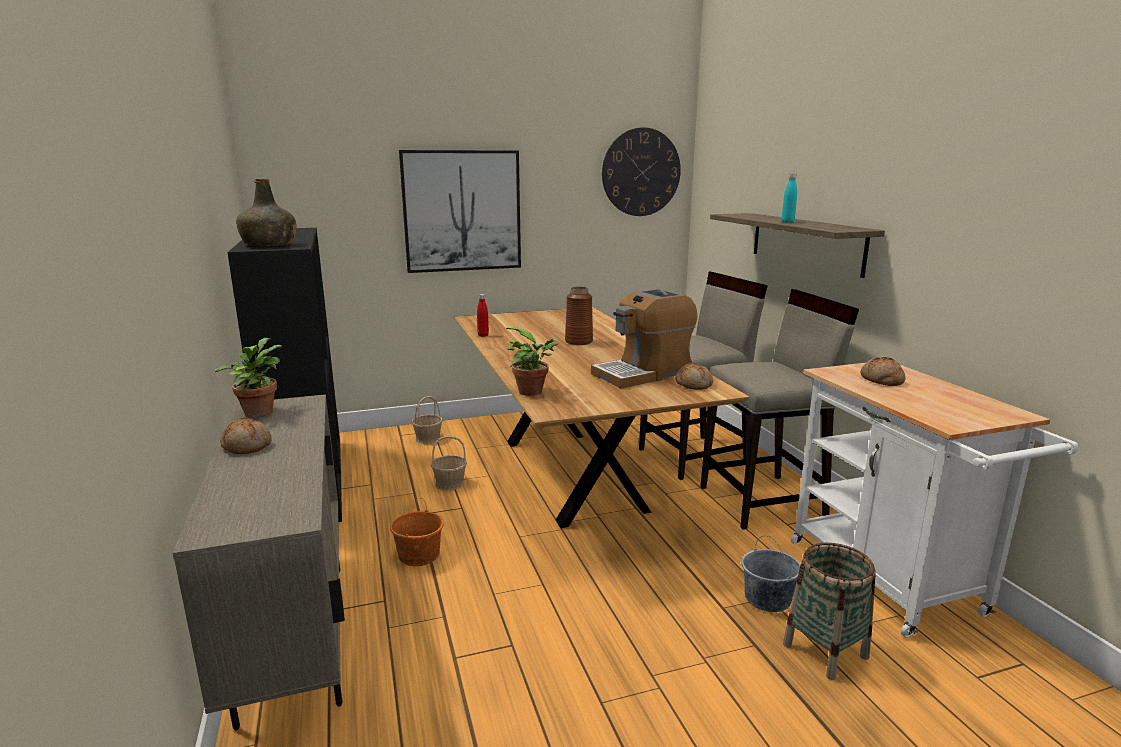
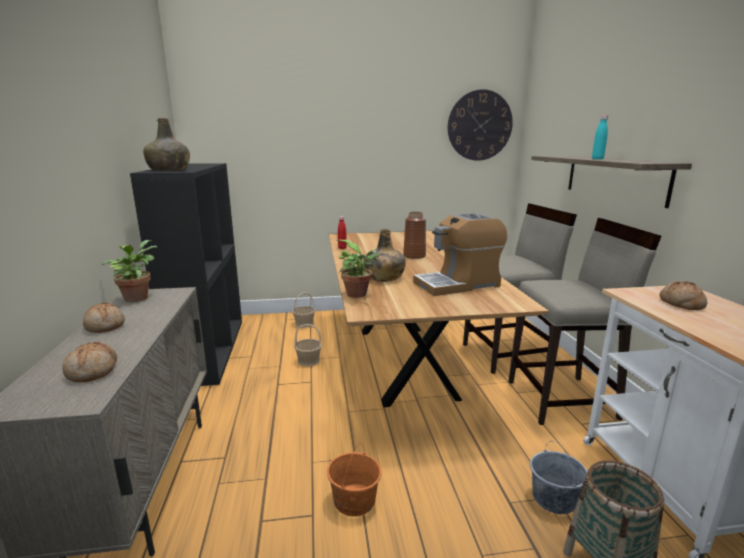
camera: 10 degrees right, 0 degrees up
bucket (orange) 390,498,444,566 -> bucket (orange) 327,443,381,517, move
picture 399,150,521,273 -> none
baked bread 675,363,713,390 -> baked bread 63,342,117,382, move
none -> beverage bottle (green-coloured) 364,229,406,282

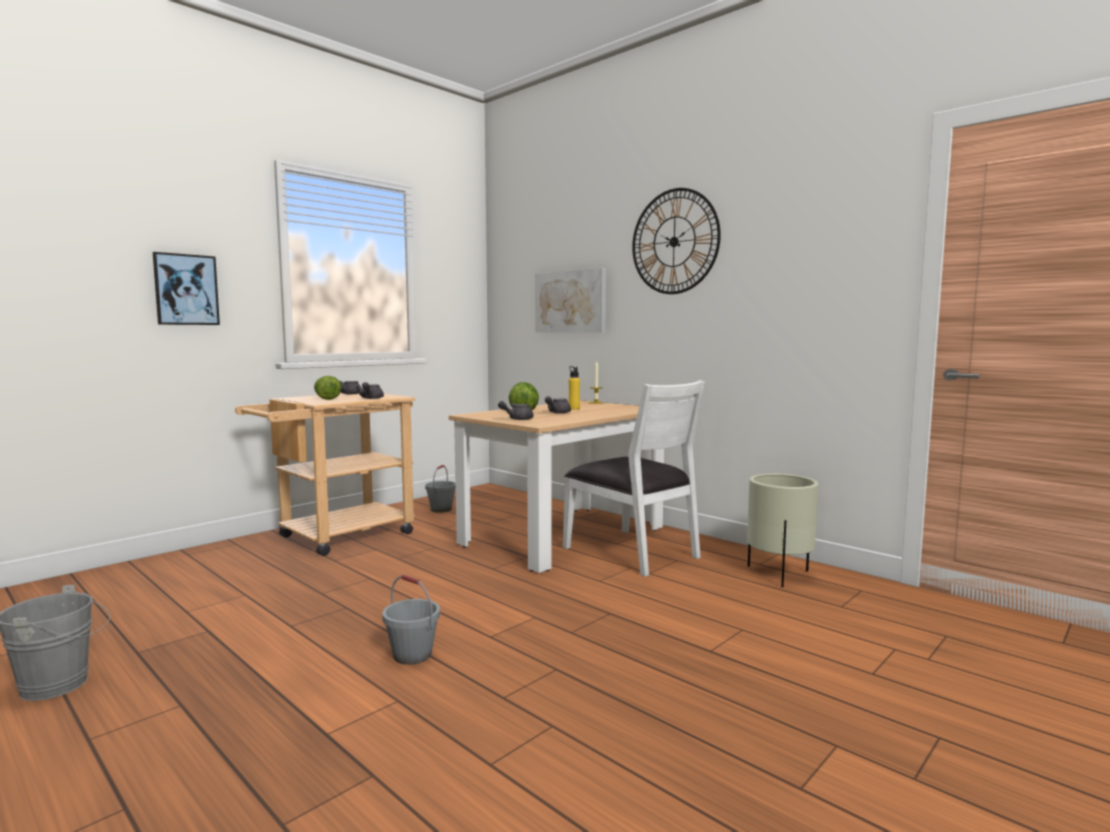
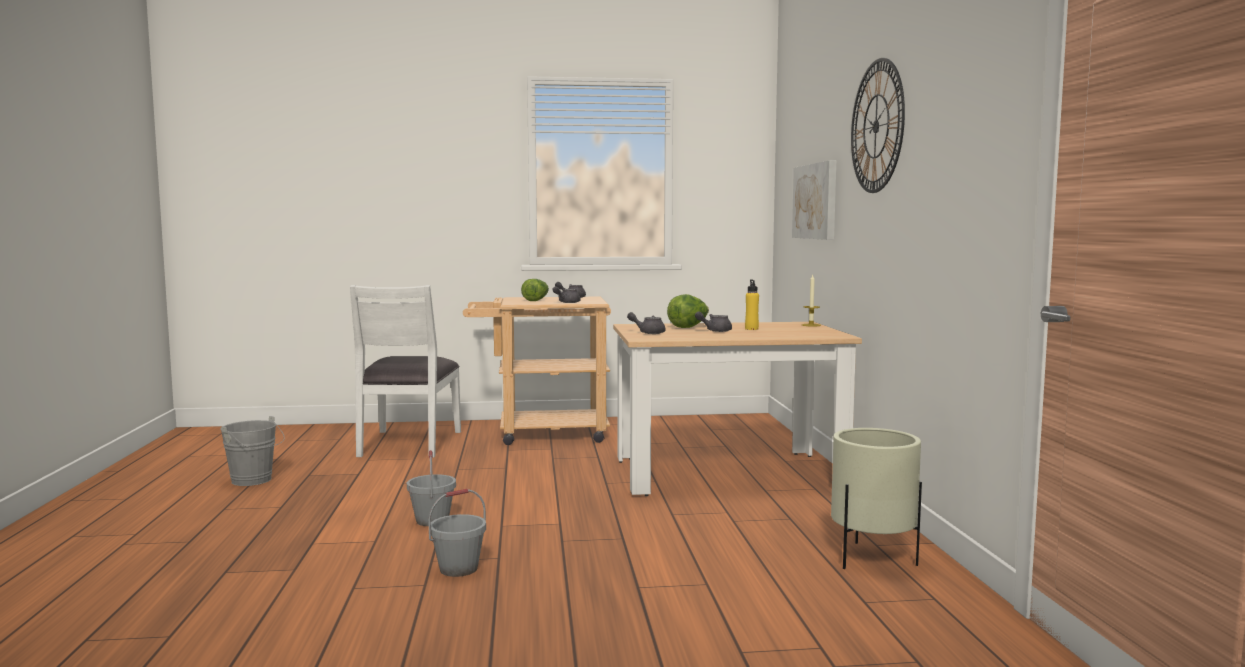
camera: 40 degrees right, 0 degrees up
picture 153,252,220,325 -> none
bucket (grey) 425,465,456,512 -> bucket (grey) 428,489,486,577, move
plain chair (white) 563,380,705,577 -> plain chair (white) 350,285,461,458, move

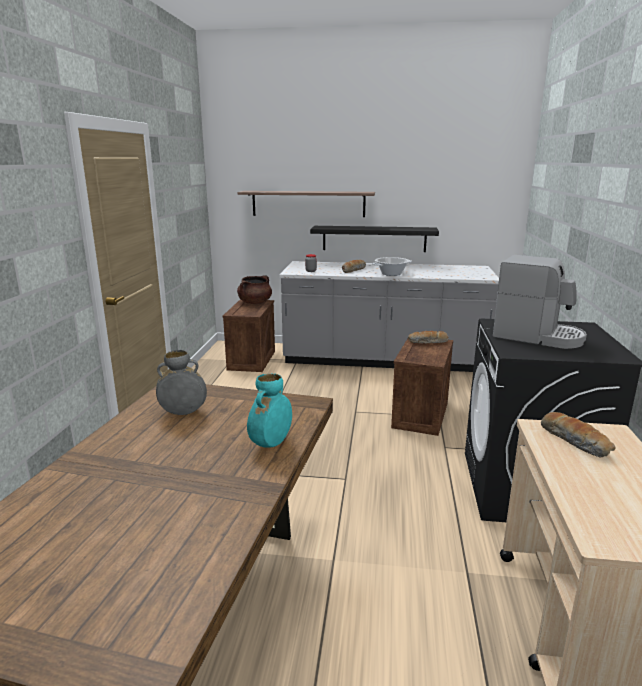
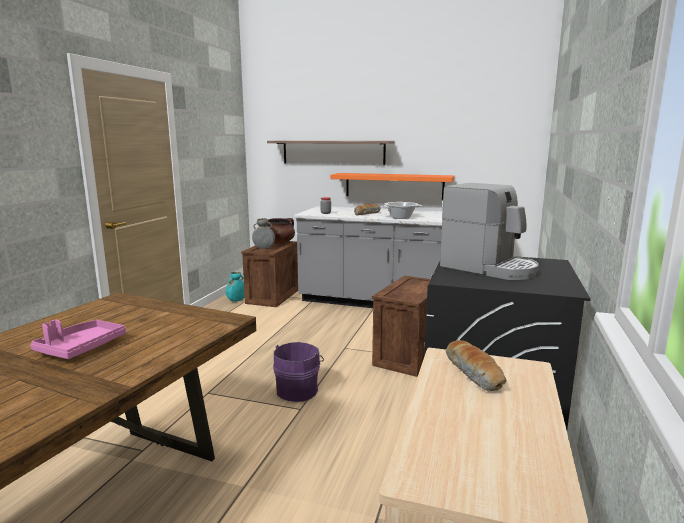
camera: 10 degrees right, 5 degrees down
decorative vase (grey) 156,350,207,415 -> decorative vase (grey) 252,218,275,249, move
decorative vase (turquoise) 247,374,292,448 -> decorative vase (turquoise) 225,272,245,302, move
wall shelf (black) 310,226,439,252 -> wall shelf (orange) 330,173,454,200
baked bread 408,331,449,343 -> none
none -> serving tray (pinkish) 31,320,126,359
none -> bucket (purple) 273,342,324,402

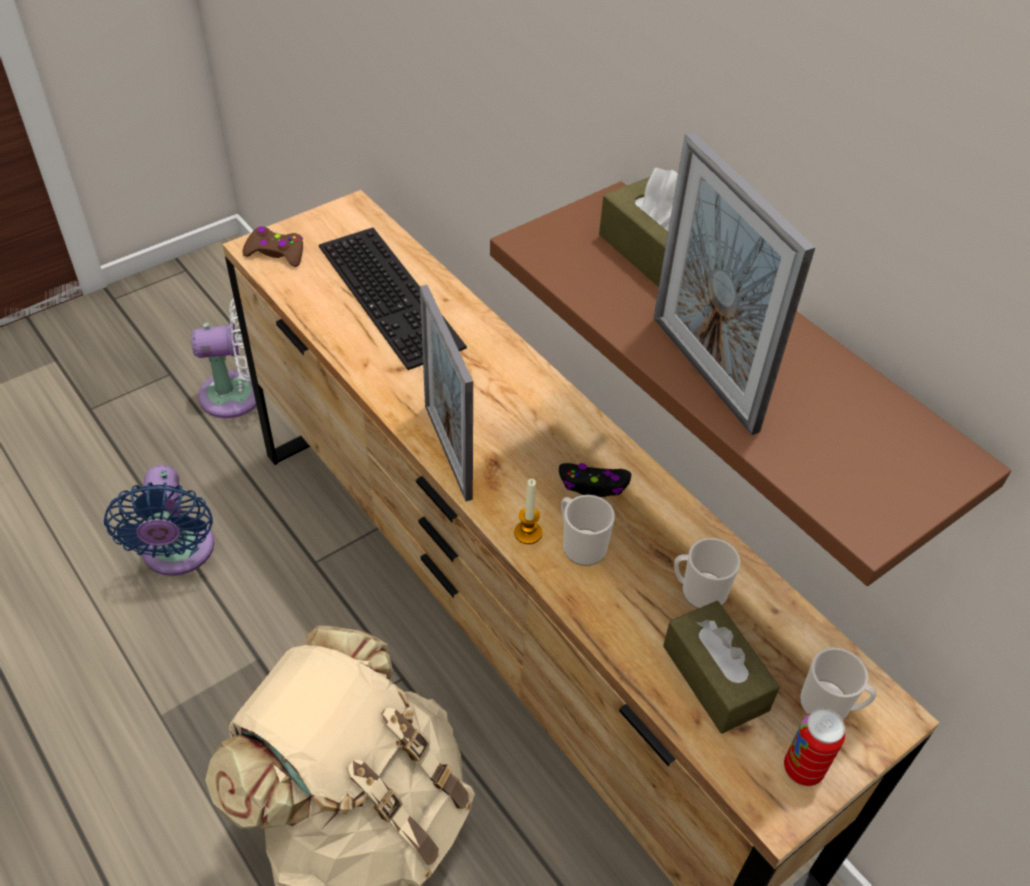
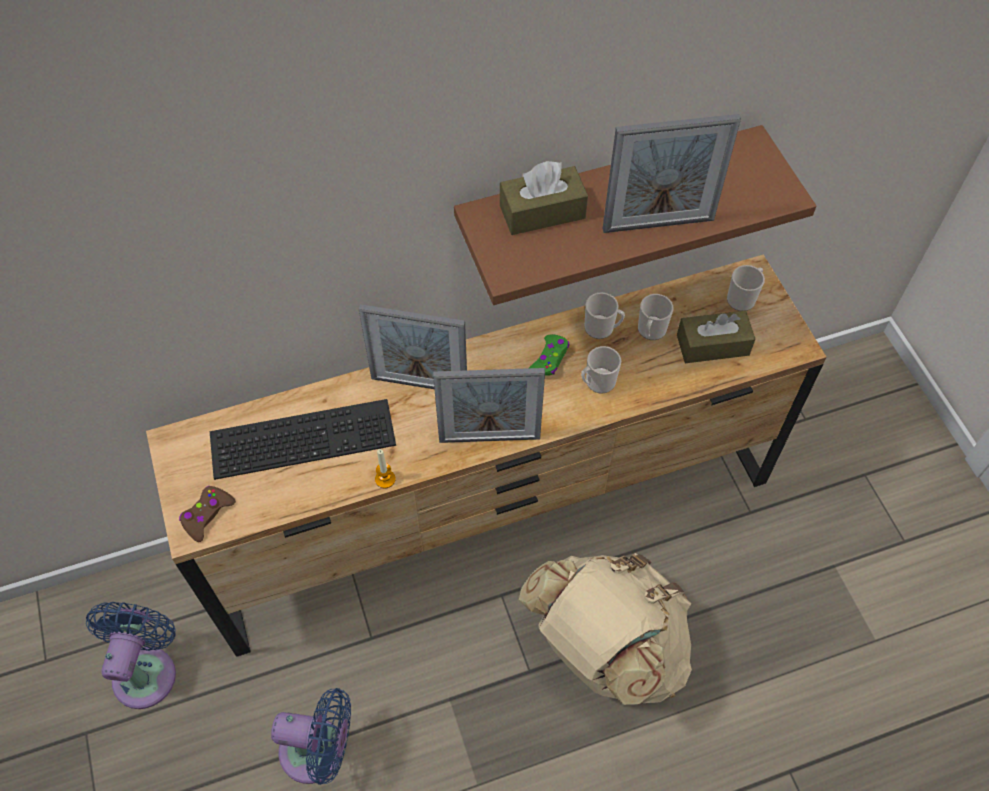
camera: 70 degrees left, 10 degrees up
cooling fan (white) 191,298,257,418 -> cooling fan (blue-coloured) 86,602,176,709
candle 514,479,542,544 -> candle 375,449,396,489, move
joypad (black) 559,463,632,497 -> joypad (green-coloured) 529,334,569,375
can 784,708,845,786 -> none
none -> picture frame 359,304,467,389
none -> mug 584,292,625,339

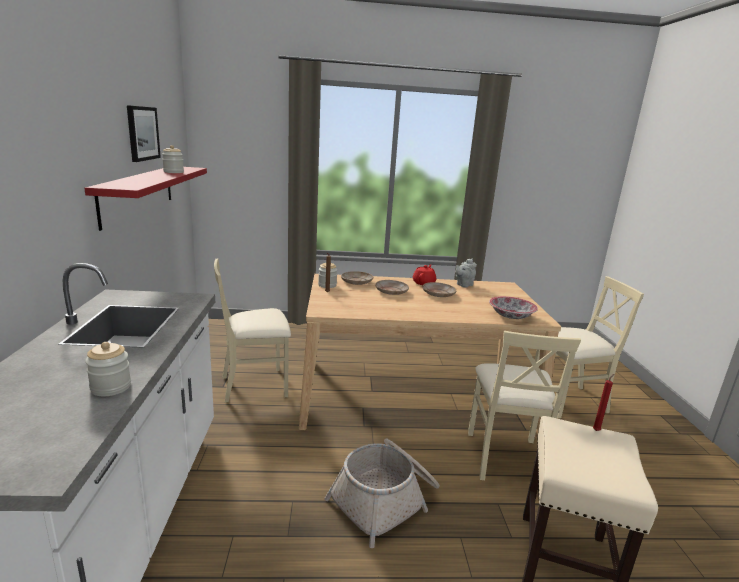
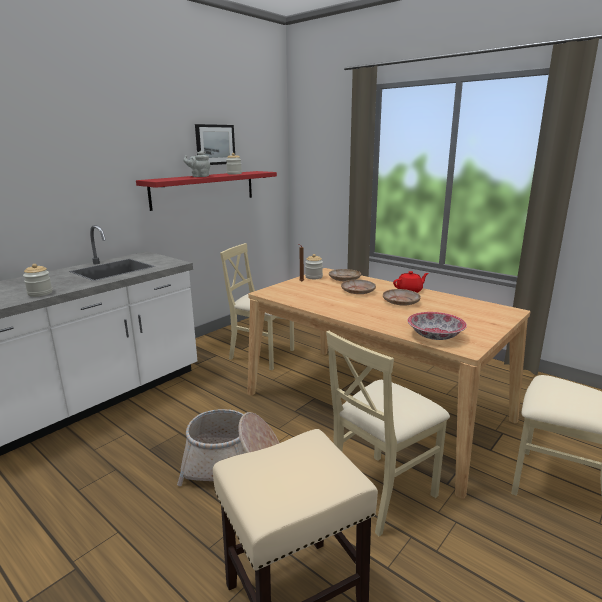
camera: 45 degrees right, 0 degrees up
teapot (grey) 455,258,477,287 -> teapot (grey) 183,151,210,177, move
candle (reddish) 593,374,614,431 -> none

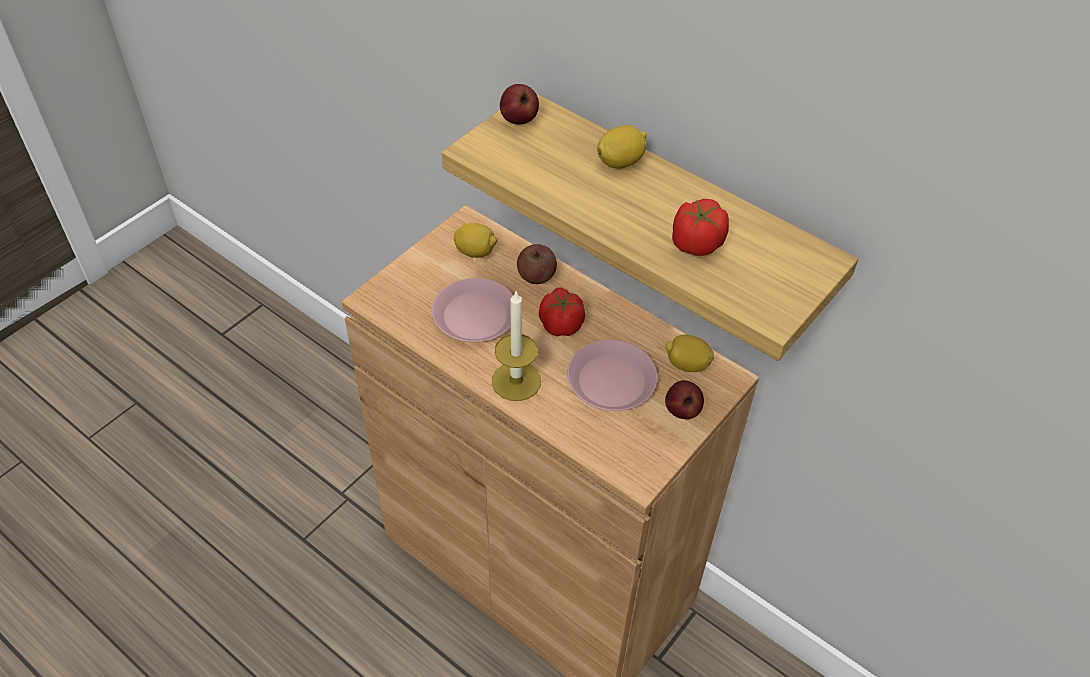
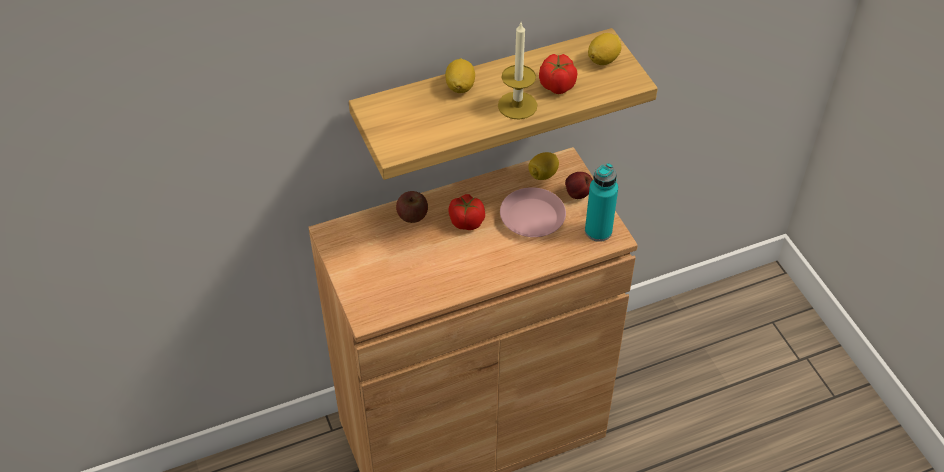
camera: 60 degrees left, 0 degrees up
flat dish (pinkish) 432,278,514,342 -> none
whole lemon 454,223,497,258 -> whole lemon 588,33,621,65, move
candle 492,291,541,401 -> candle 498,23,537,120, move
apple fruit 500,84,539,125 -> none
none -> beverage bottle (turquoise) 585,163,618,242

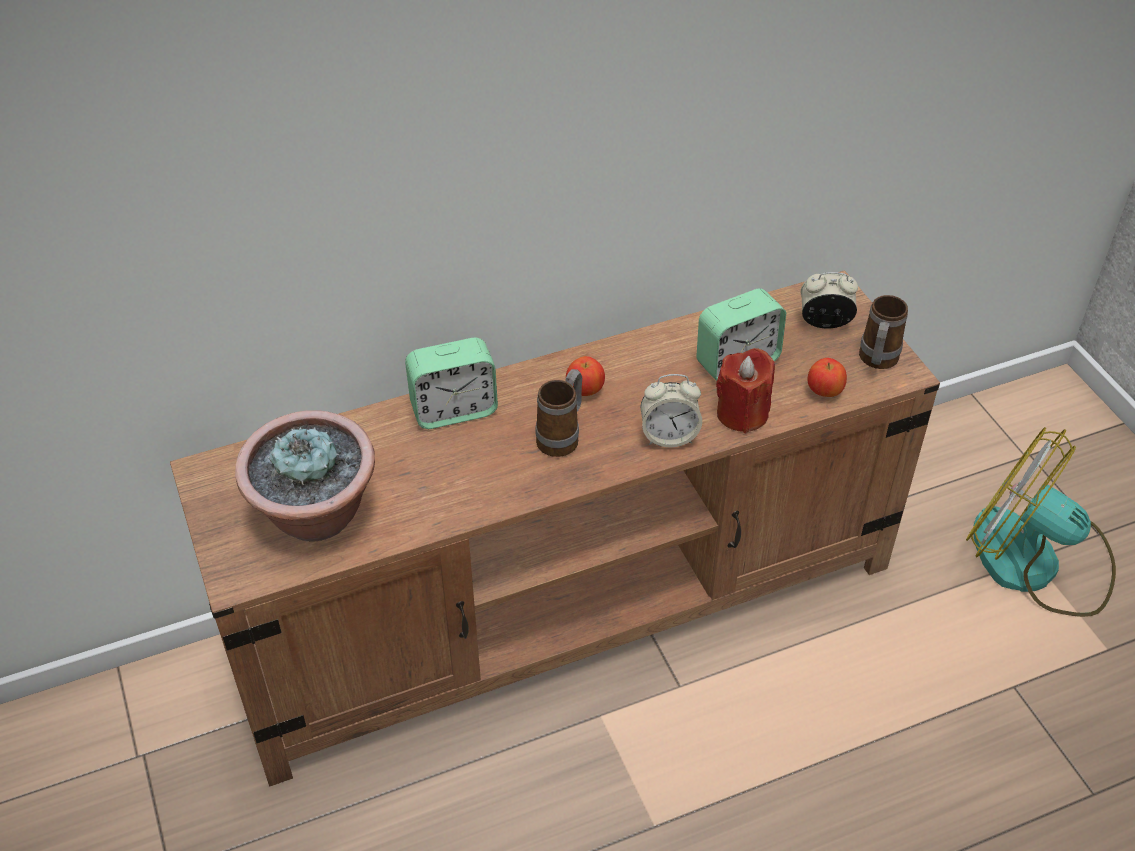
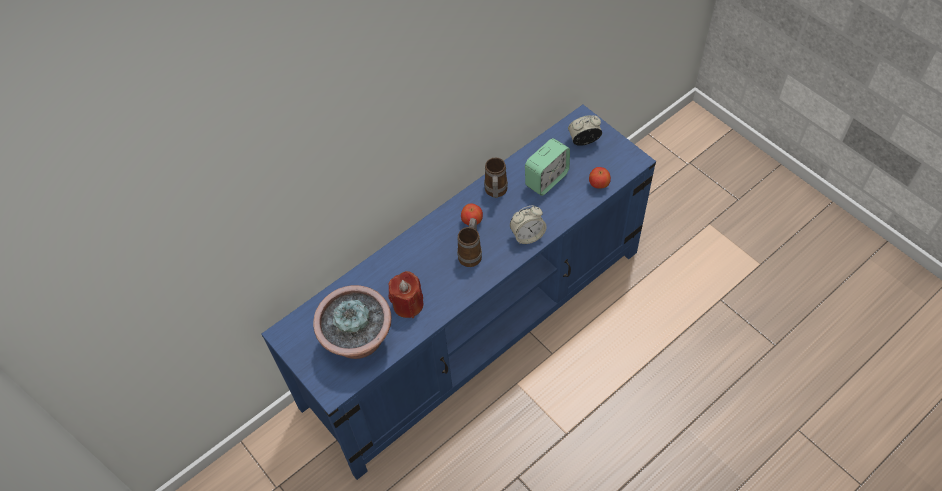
camera: 15 degrees left, 10 degrees up
tv unit (brownish) 170,270,940,786 -> tv unit (blue-coloured) 261,105,656,480
alarm clock 405,338,498,429 -> none
candle (reddish) 716,348,775,433 -> candle (reddish) 389,271,424,318, move
mug 859,295,908,369 -> mug 484,157,508,198, move
cooling fan 966,427,1116,617 -> none

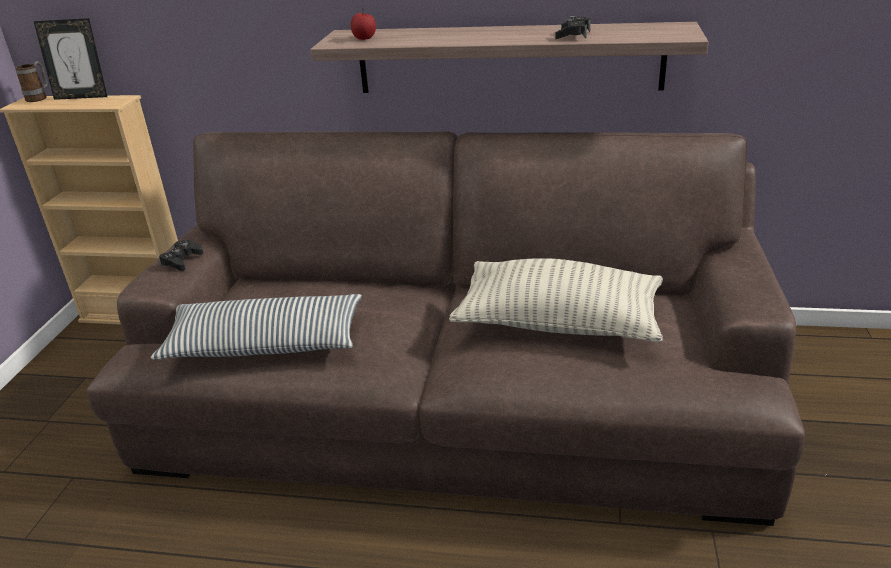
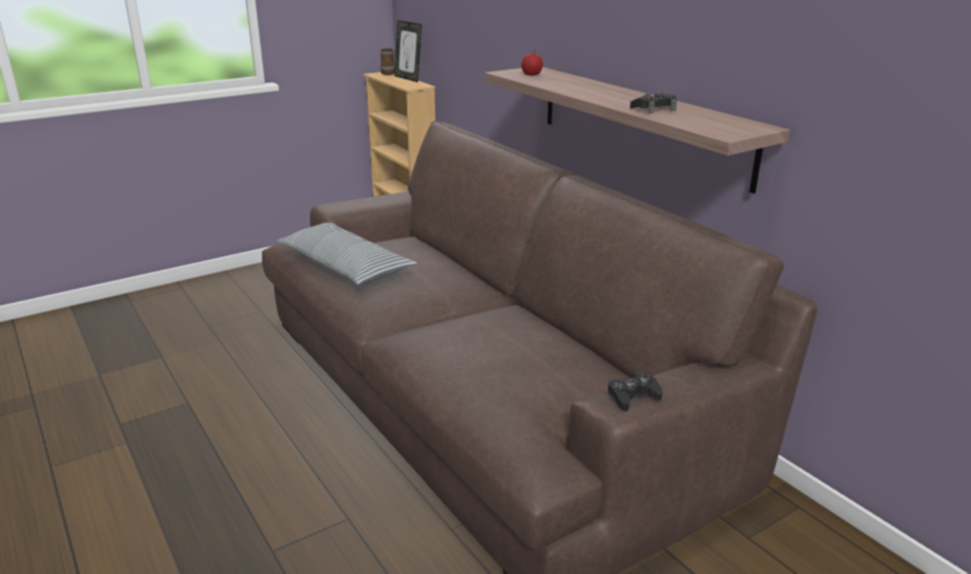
camera: 45 degrees right, 5 degrees down
joypad (black) 159,240,203,271 -> joypad (black) 608,371,663,411, move
pillow 449,258,663,343 -> none

